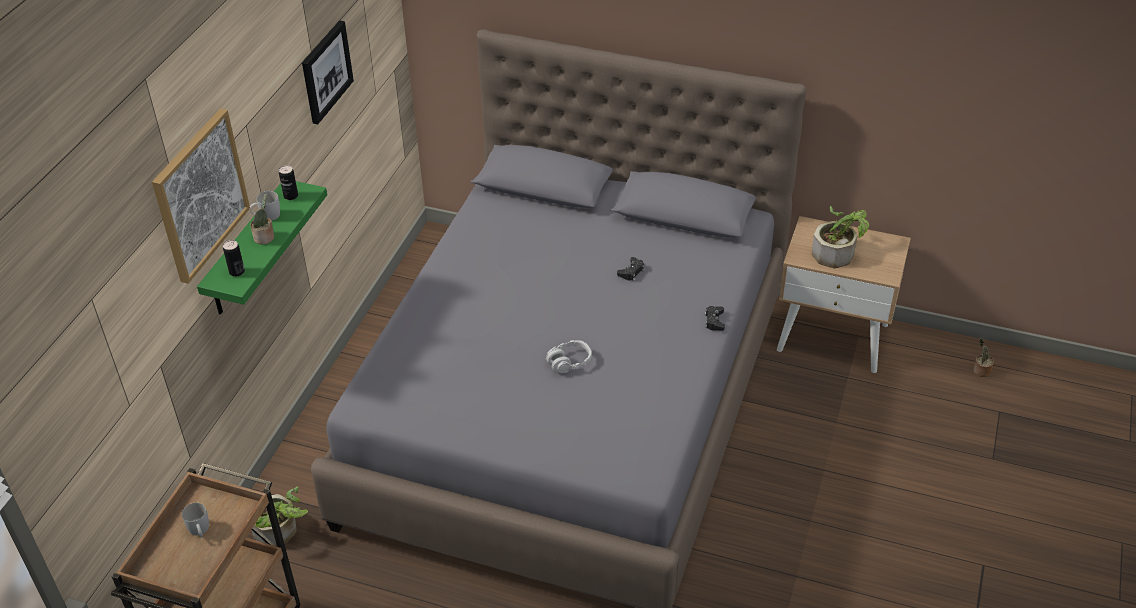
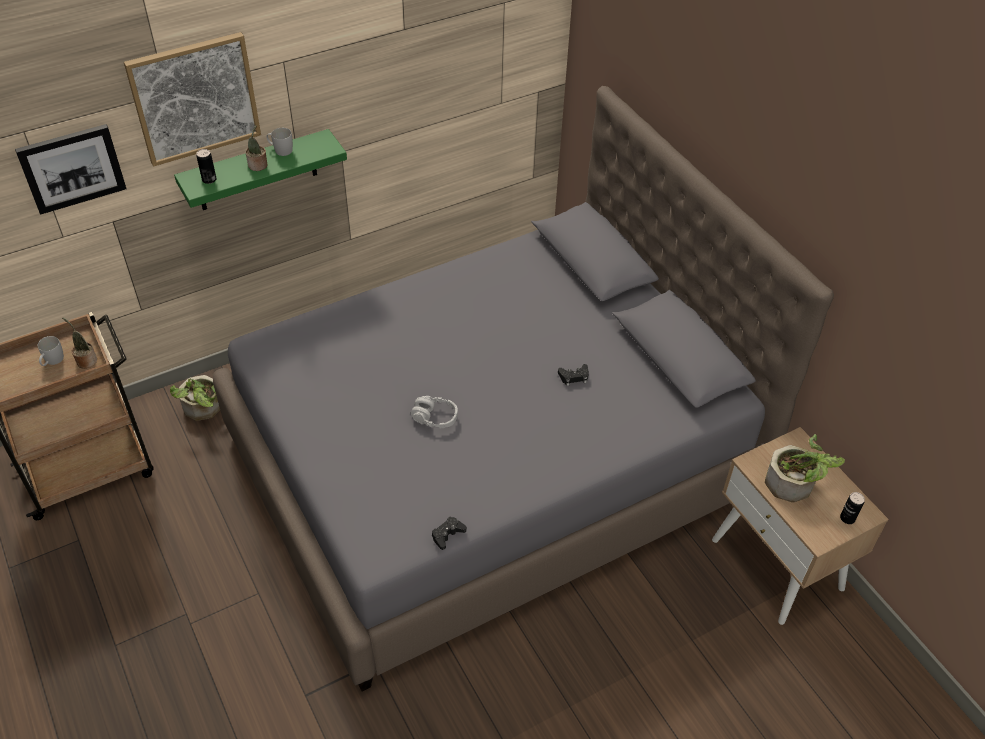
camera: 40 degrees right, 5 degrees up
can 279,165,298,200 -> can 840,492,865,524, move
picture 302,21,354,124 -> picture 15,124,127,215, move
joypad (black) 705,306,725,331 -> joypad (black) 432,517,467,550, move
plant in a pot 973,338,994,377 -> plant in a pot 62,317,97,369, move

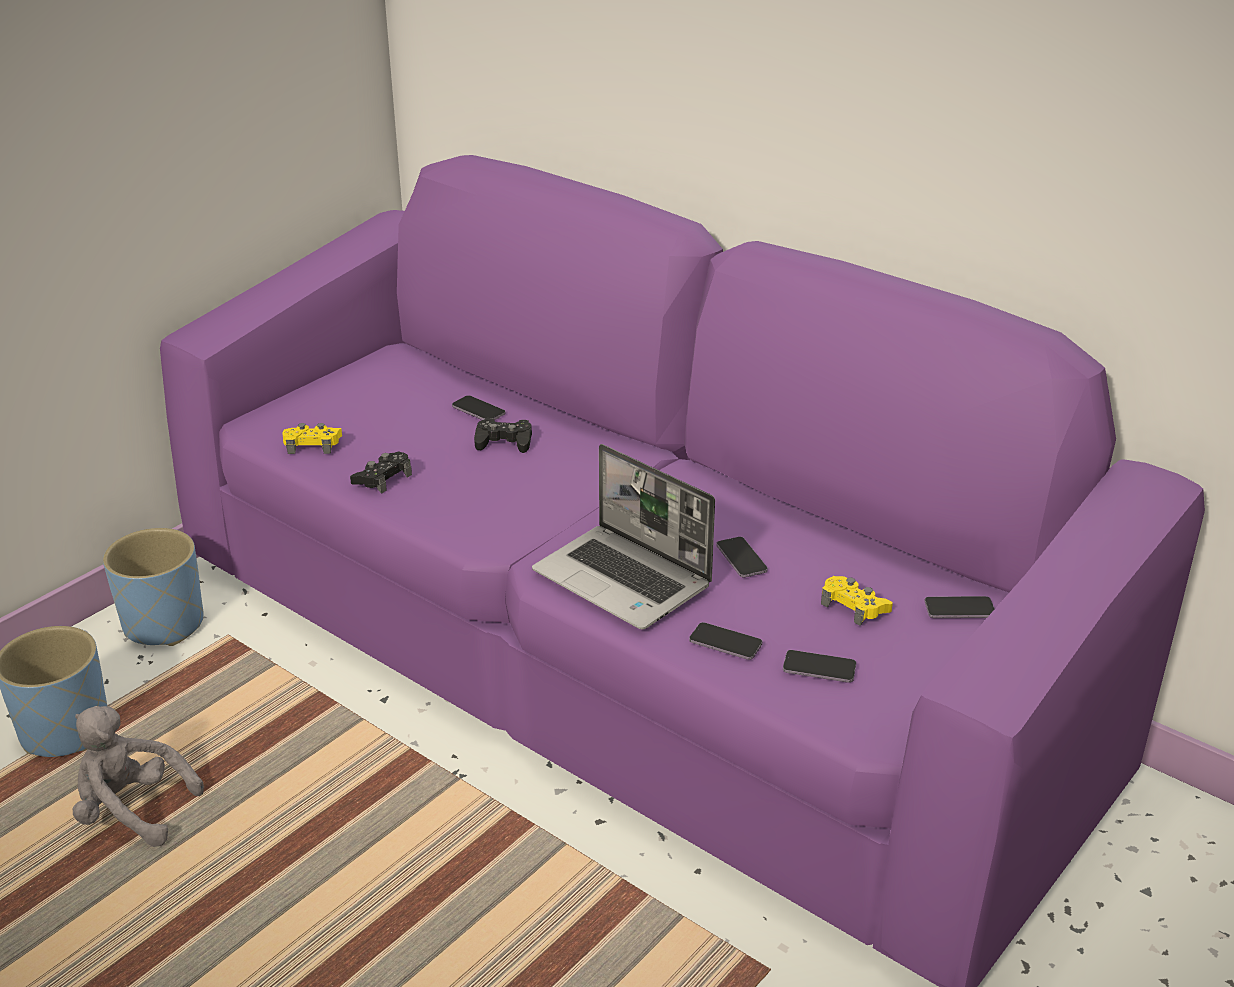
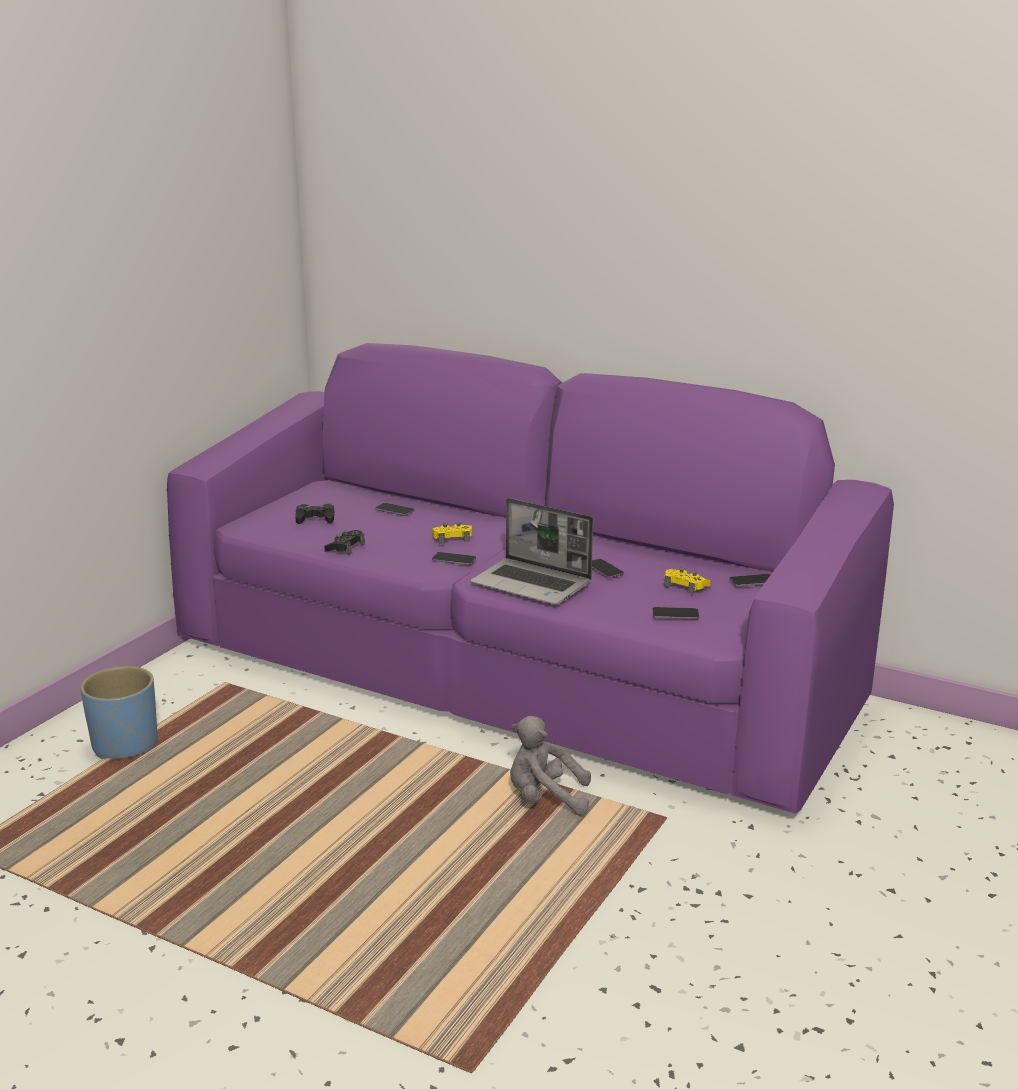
camera: 10 degrees left, 10 degrees down
plush toy (grey) 72,706,204,847 -> plush toy (grey) 510,716,591,815, move
flower pot (blue-coloured) 103,528,204,646 -> none
joypad (yellowish) 282,423,342,454 -> joypad (yellowish) 432,522,472,544, move
joypad (black) 474,418,532,453 -> joypad (black) 295,504,334,524, move
handset 689,622,762,660 -> handset 432,552,476,565, move

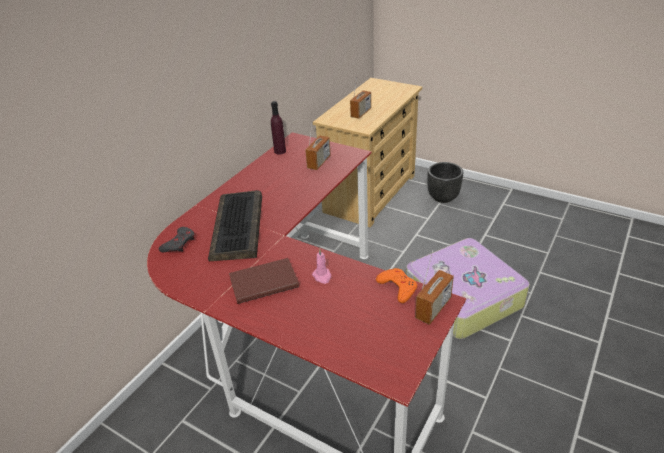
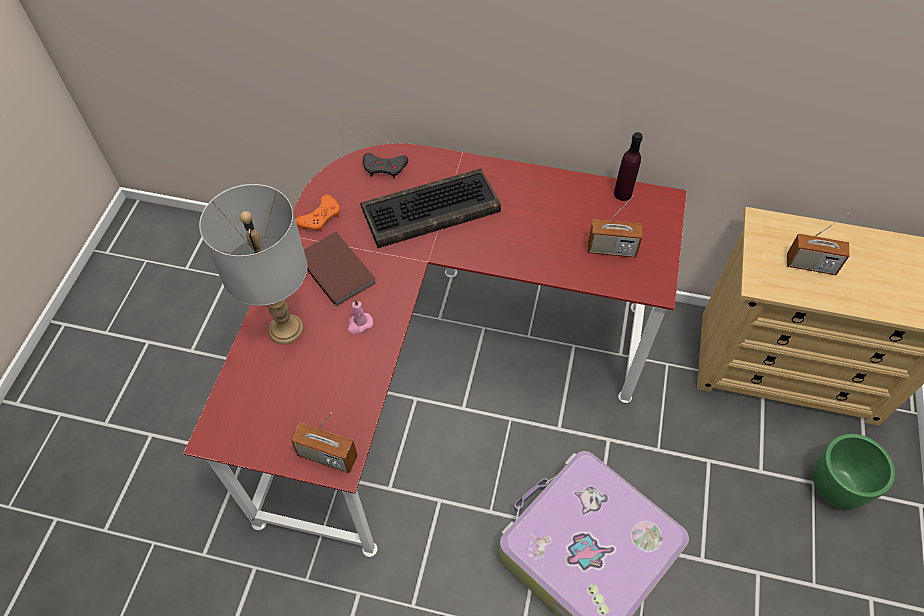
camera: 70 degrees right, 20 degrees up
joypad (orange) 376,268,417,303 -> joypad (orange) 295,195,340,232, move
flower pot (black) 427,162,463,203 -> flower pot (green-coloured) 813,434,895,509
none -> lamp for a table (grey) 199,184,307,345

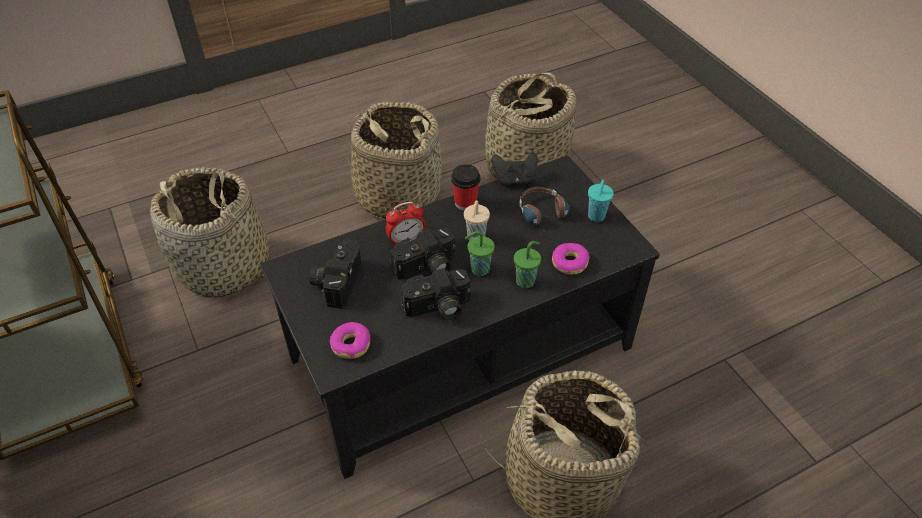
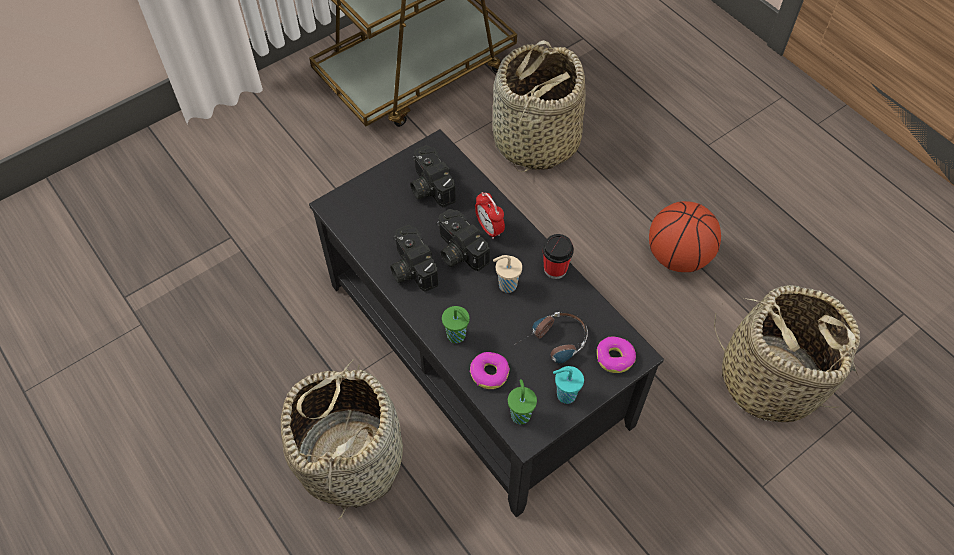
camera: 80 degrees right, 10 degrees up
still camera 309,239,362,309 -> still camera 410,145,456,208, 120 degrees counterclockwise
ring doughnut 330,322,370,359 -> ring doughnut 597,336,636,373, move
basket 344,102,442,219 -> basketball 649,201,721,272
cup (green-coloured) 465,231,495,276 -> cup (green-coloured) 508,379,537,425, move
joypad (black) 492,152,538,185 -> none

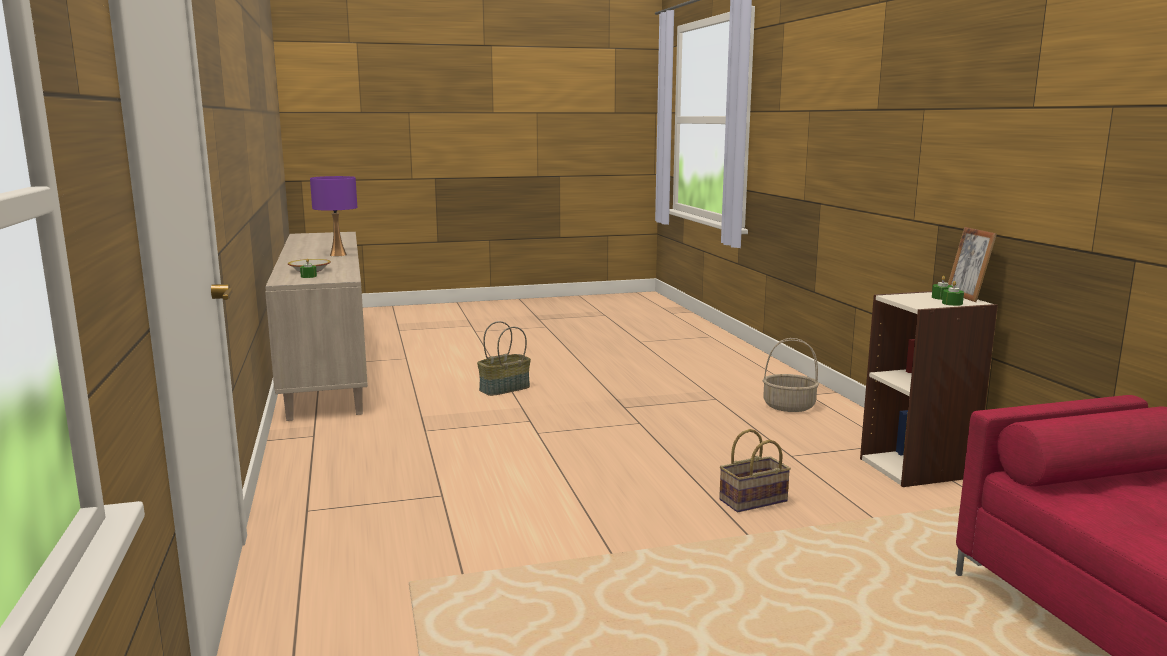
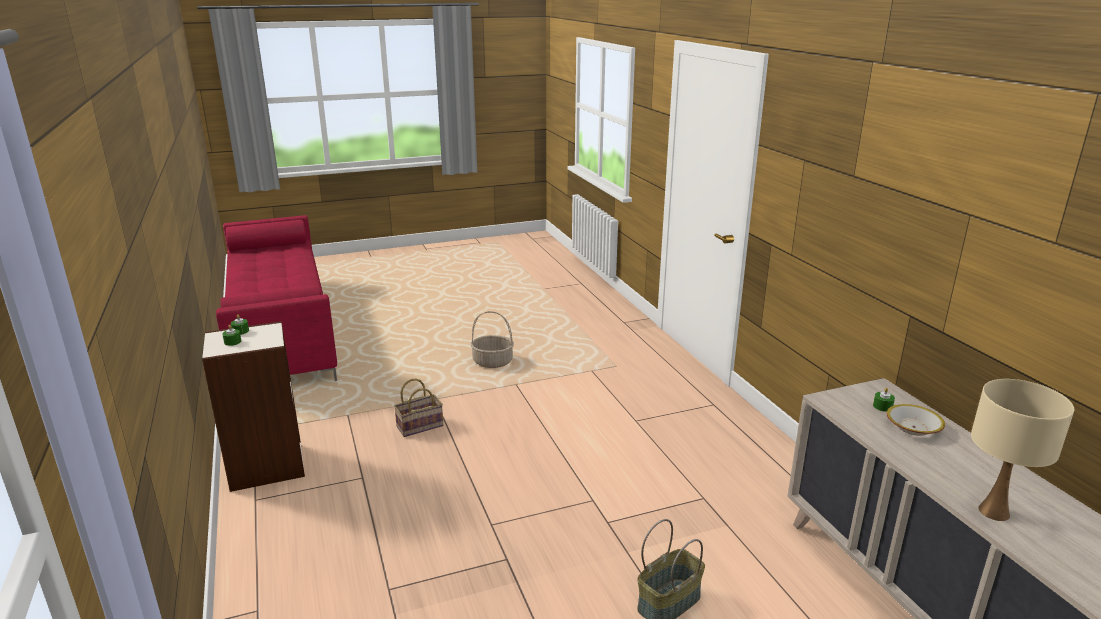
camera: 175 degrees right, 10 degrees up
lamp for a table (purple) 310,176,357,256 -> lamp for a table (sand-coloured) 971,379,1074,521
basket 762,338,819,412 -> basket 471,311,514,368, move
picture frame 948,227,997,302 -> none

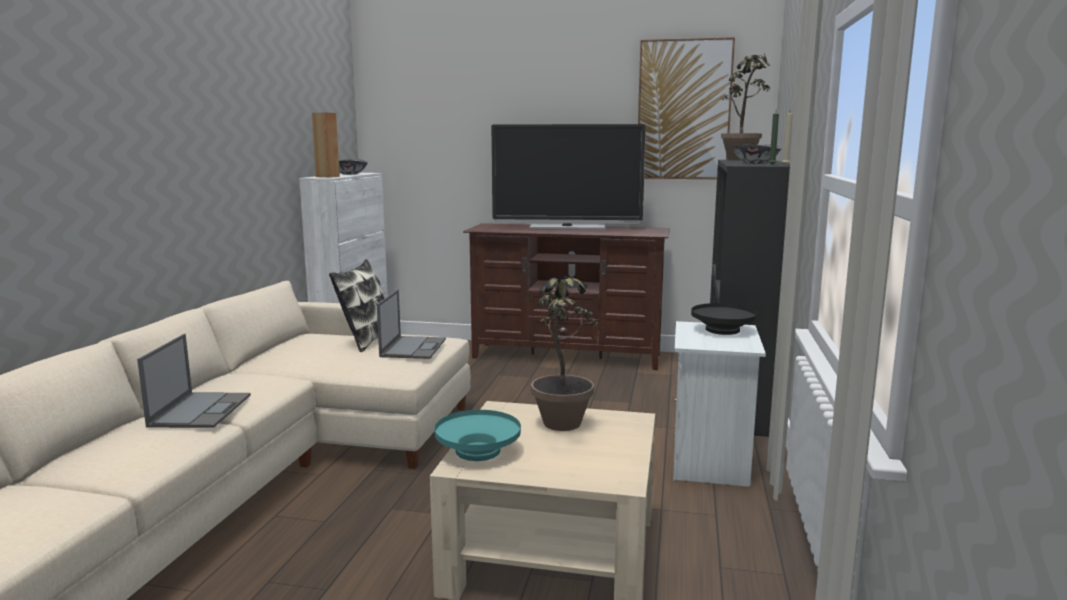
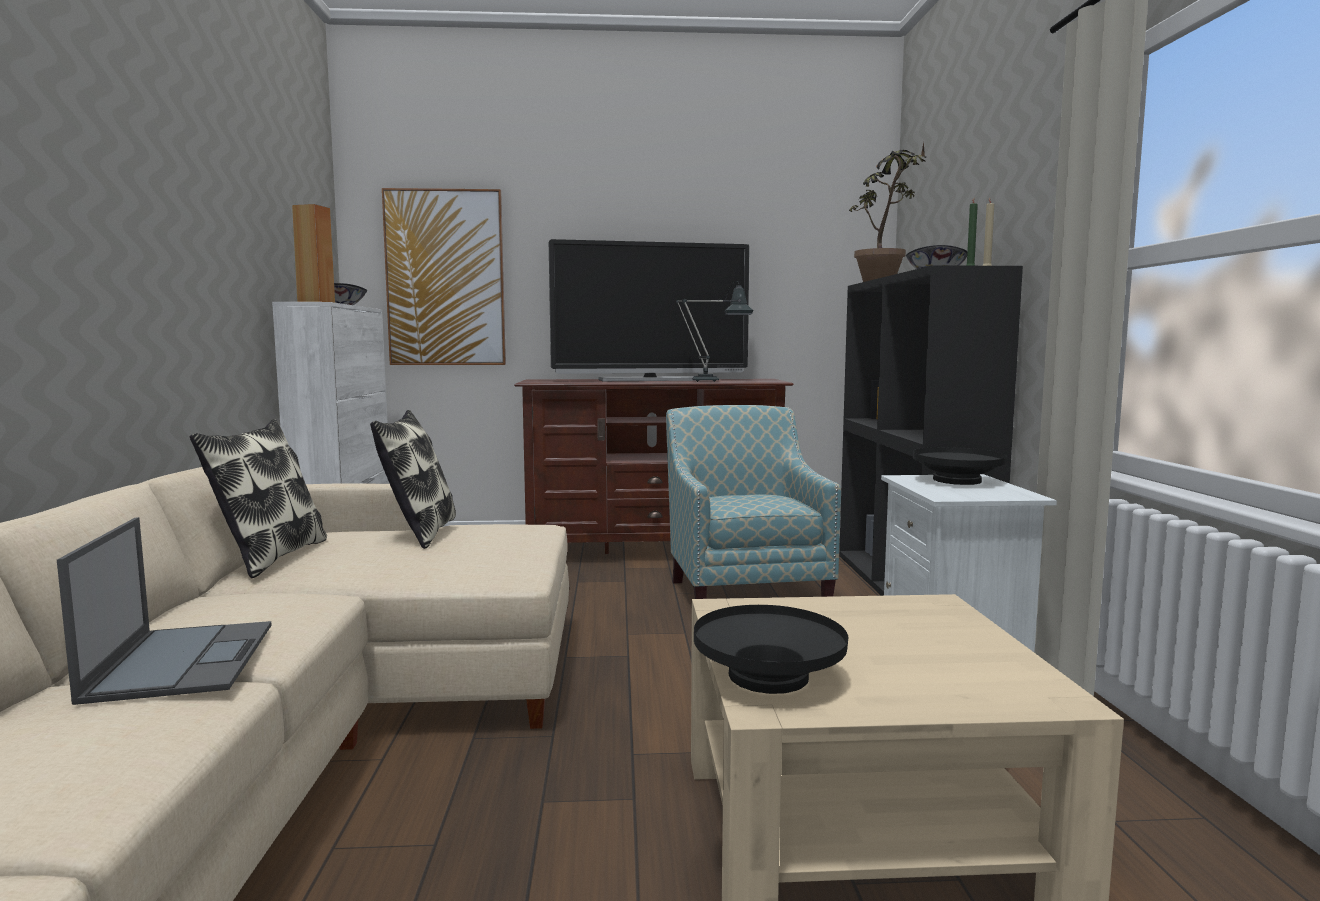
camera: 15 degrees left, 5 degrees down
notebook computer 377,290,446,359 -> none
serving bowl (turquoise) 434,410,521,461 -> serving bowl (black) 694,605,848,694
plant in a pot 531,276,599,431 -> none
picture 638,37,735,179 -> picture 382,188,506,365, move
none -> pillow 190,419,327,578
none -> easy chair 666,405,841,599
none -> lamp for a table 676,281,753,382

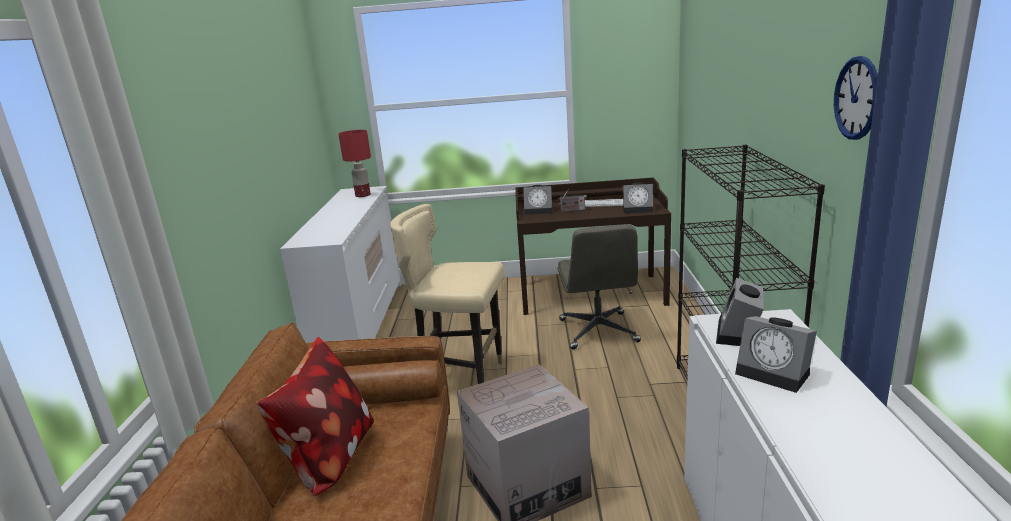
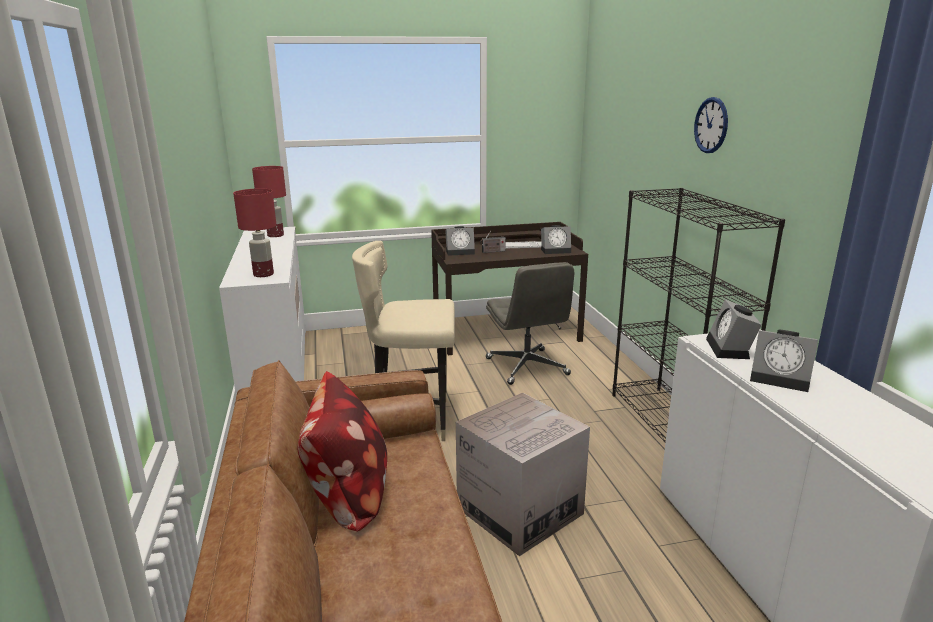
camera: 15 degrees left, 0 degrees up
clock on the wall 834,56,878,140 -> clock on the wall 694,97,728,153, move
none -> lamp for a table (reddish) 233,188,276,277

